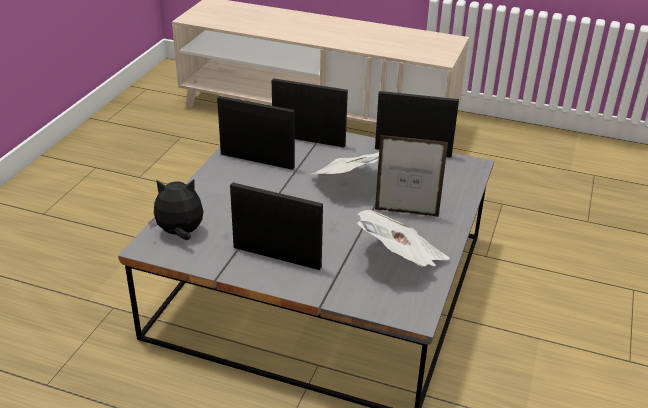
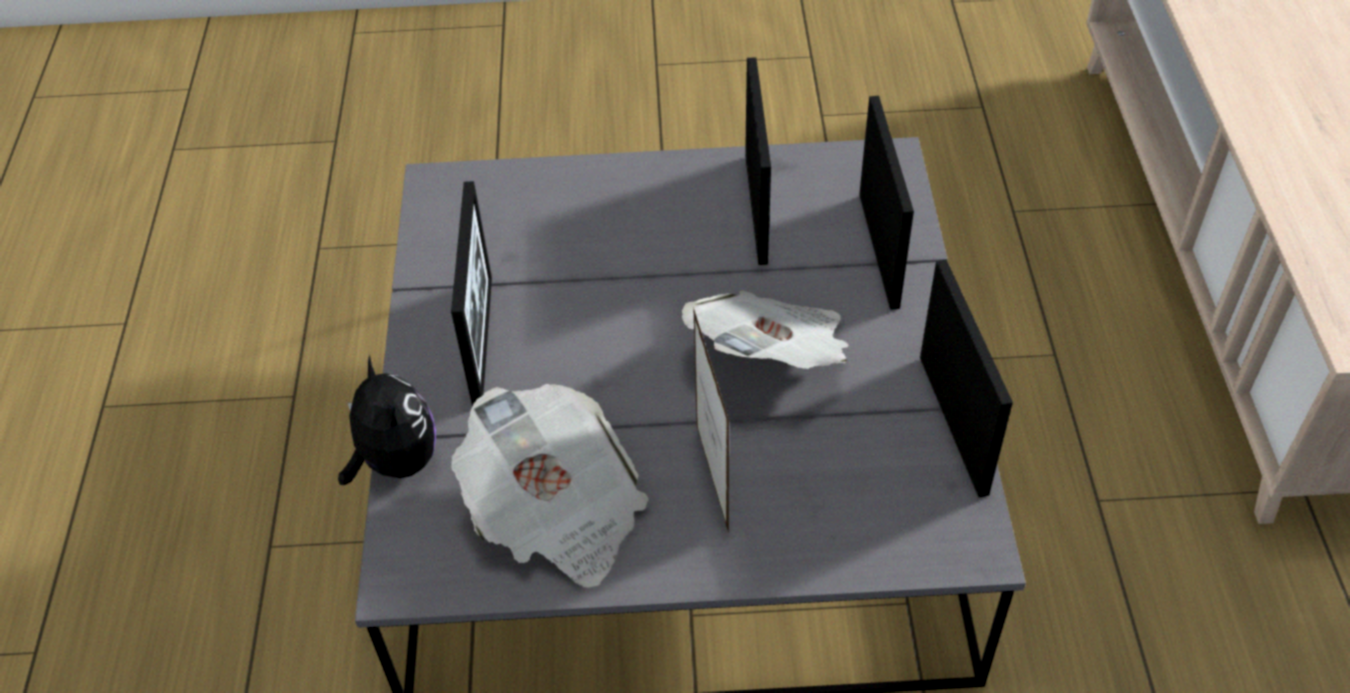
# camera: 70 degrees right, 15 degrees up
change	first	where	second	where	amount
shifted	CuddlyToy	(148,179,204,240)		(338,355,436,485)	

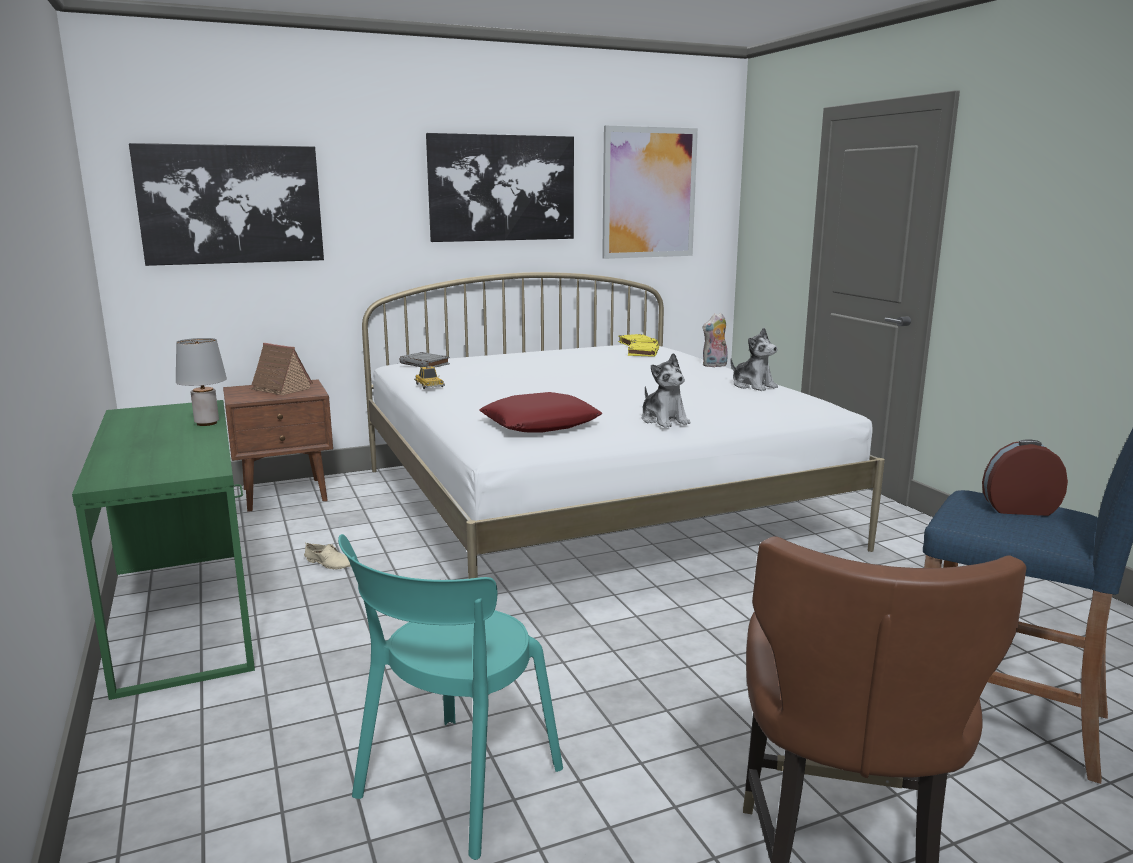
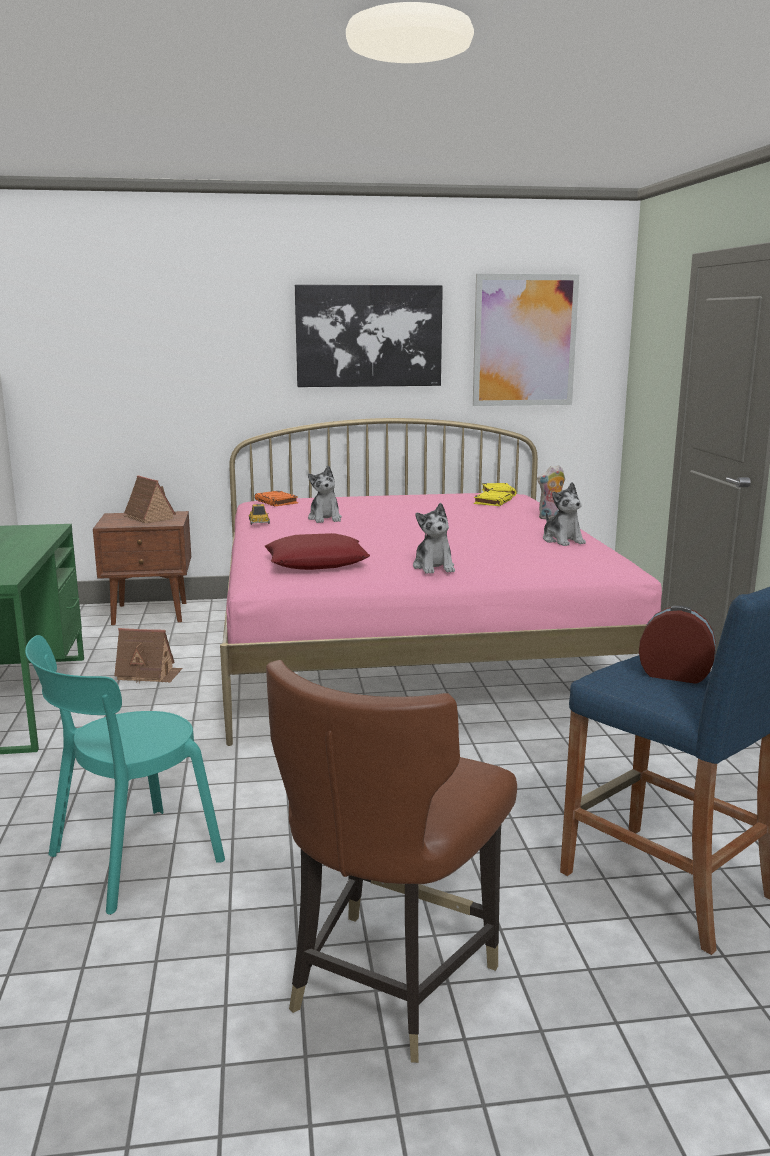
# camera: 15 degrees right, 0 degrees up
change	first	where	second	where	amount
gone	WallArt	(129,143,324,266)			
repainted	WhiteColouredSleepingBed	(362,272,885,579)	PinkishSleepingBed	(220,418,662,746)	
gone	GrayLampForATable	(176,338,227,426)			
repainted	GrayBoundBook	(400,352,450,368)	OrangeBoundBook	(254,491,298,506)	
swapped	BeigeColouredItemOfFootwear	(304,543,351,570)	ModelHouse	(114,628,182,682)	
new			CuddlyToy	(308,466,342,523)	

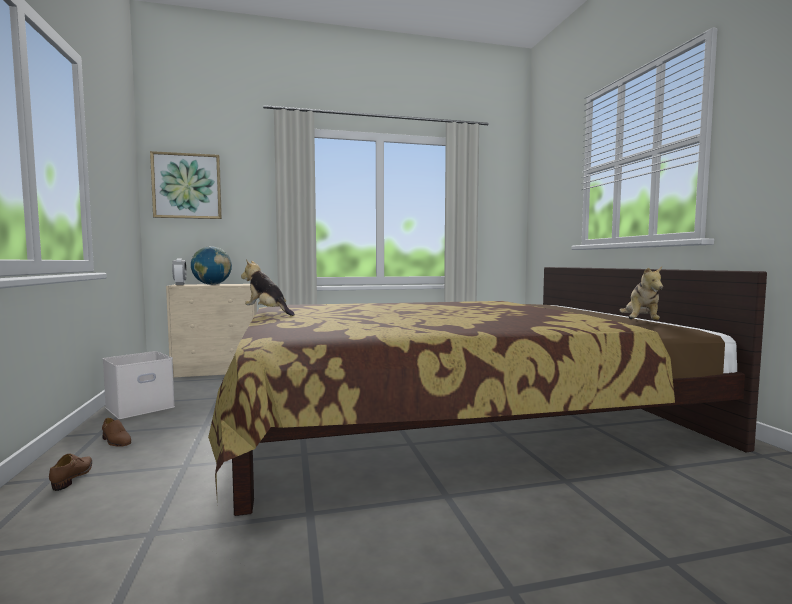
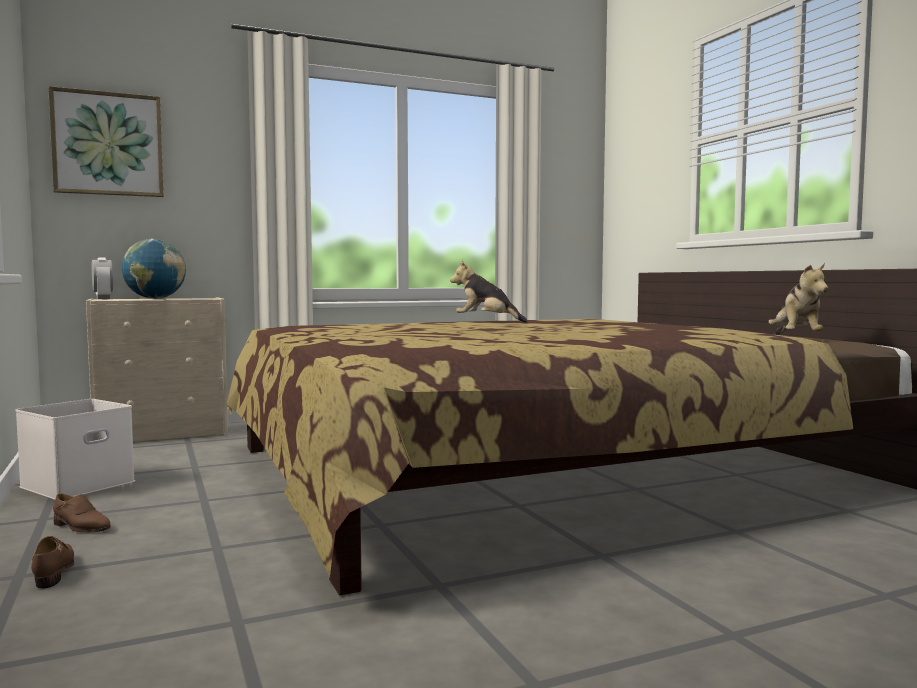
# camera: 10 degrees left, 0 degrees up
change	first	where	second	where	amount
shifted	CuddlyToy	(241,259,295,316)		(450,259,528,323)	

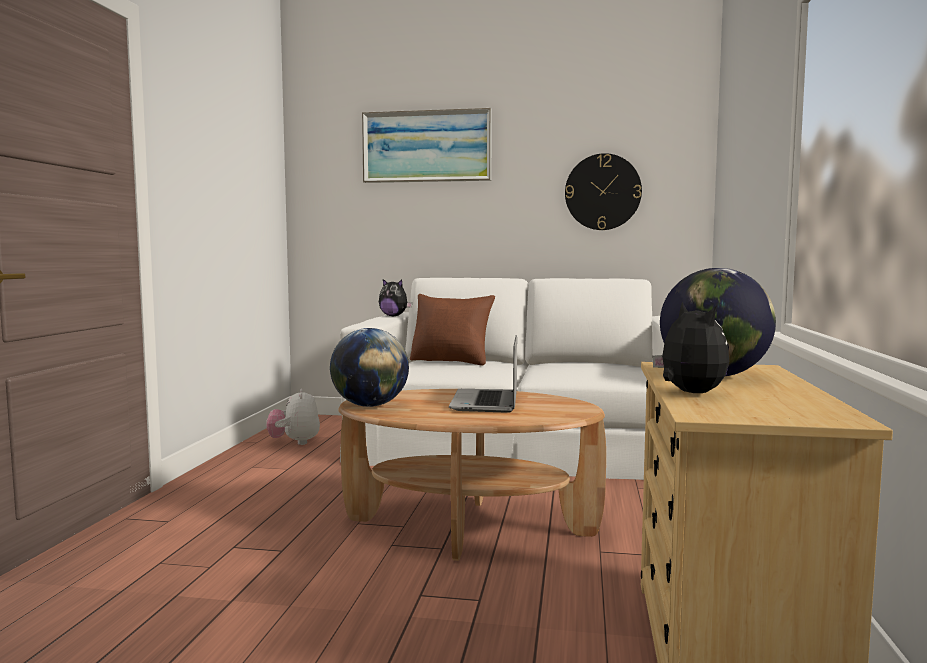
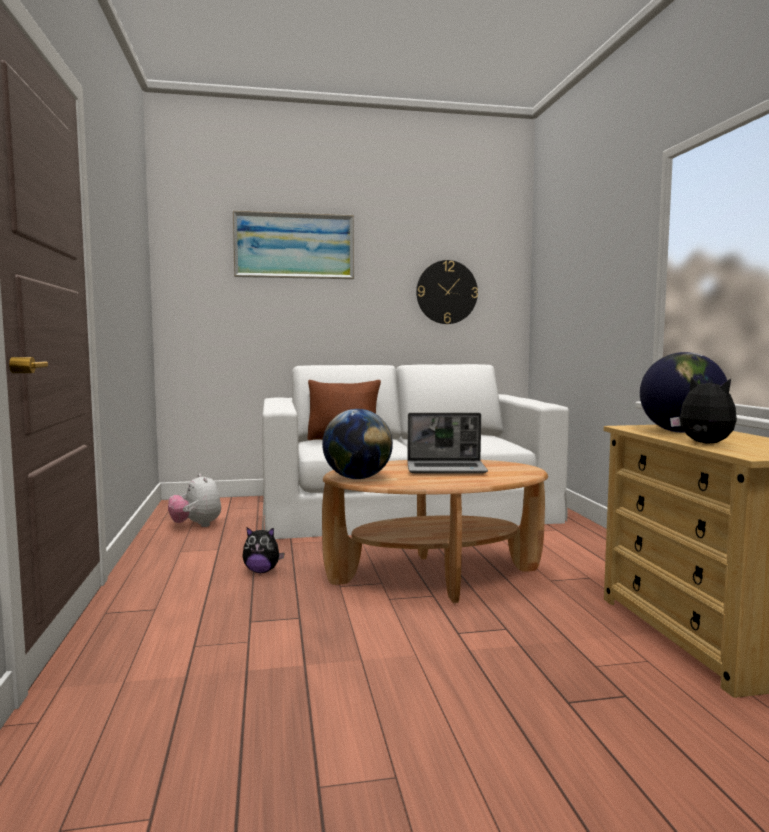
# camera: 20 degrees left, 0 degrees up
change	first	where	second	where	amount
shifted	CuddlyToy	(379,279,412,316)		(243,527,285,573)	
rotated	PortableComputer	(449,335,517,413)		(407,413,488,474)	75 degrees counterclockwise

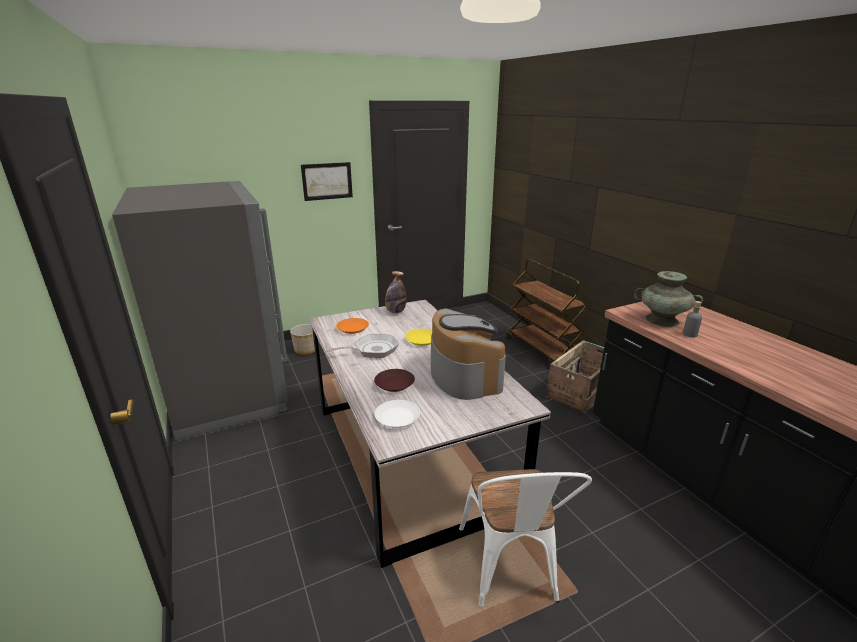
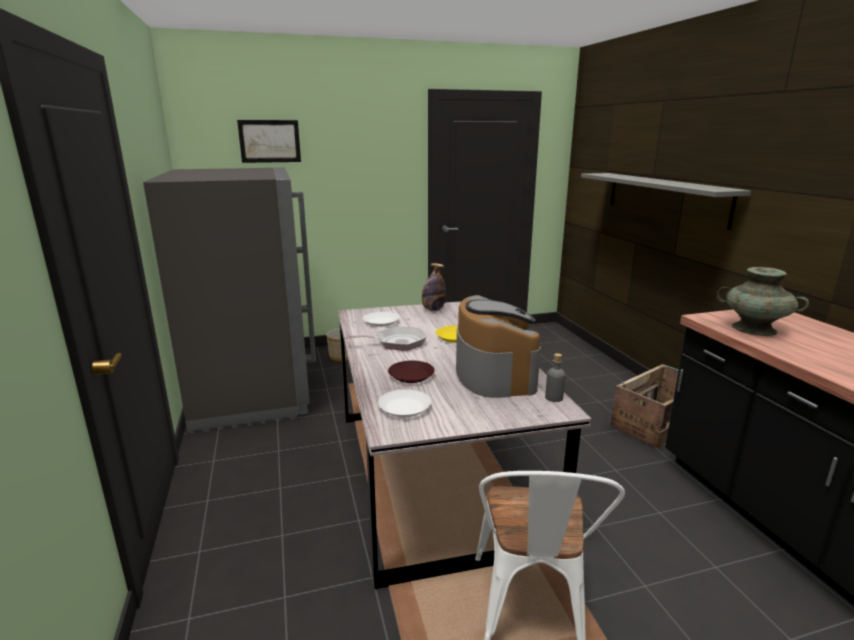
# camera: 10 degrees right, 5 degrees down
change	first	where	second	where	amount
shifted	WallArt	(301,162,353,201)		(237,120,301,163)	
gone	BrownColouredTrolley	(506,259,588,364)			
shifted	GrayDrinkBottle	(683,301,702,338)		(545,353,565,402)	
repainted	OrangeFlatDish	(336,318,369,334)	WhiteColouredFlatDish	(363,312,399,327)	
new			GrayBracketShelf	(581,173,751,230)	

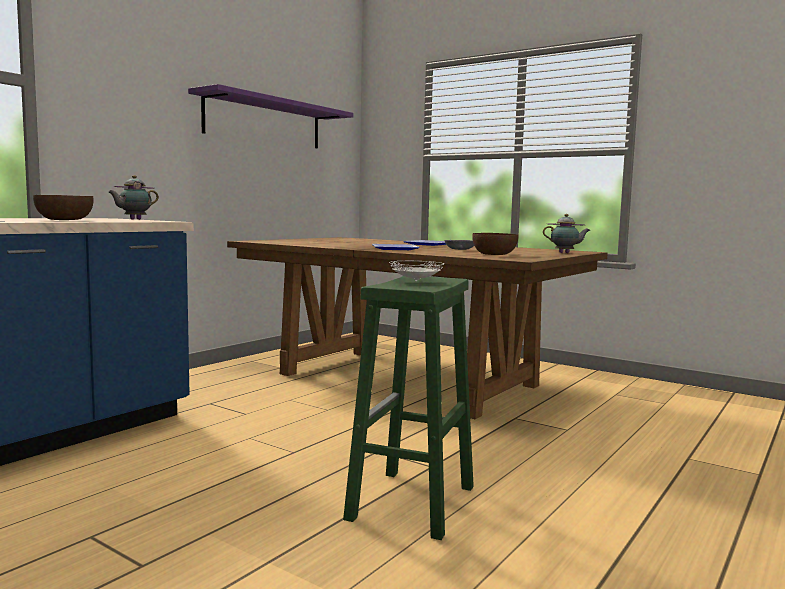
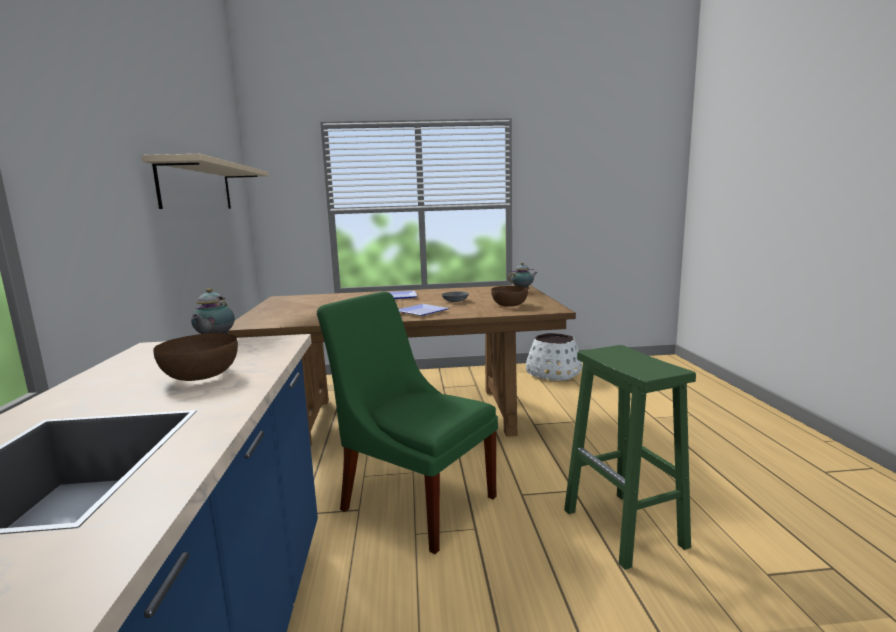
# camera: 40 degrees left, 5 degrees up
change	first	where	second	where	amount
repainted	PurpleColouredBracketShelf	(188,84,354,148)	BeigeColouredBracketShelf	(142,154,269,209)	
gone	WhiteColouredFlatDish	(389,261,444,281)			
new			GreenColouredPlainChair	(317,291,498,554)	
new			WhiteColouredFlowerPot	(526,333,582,381)	

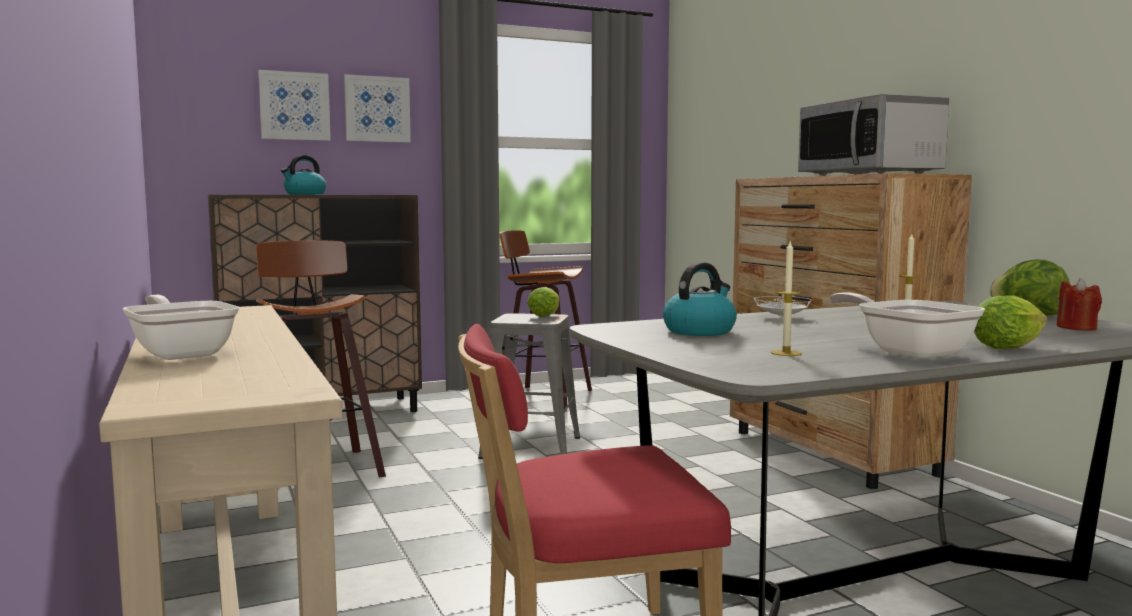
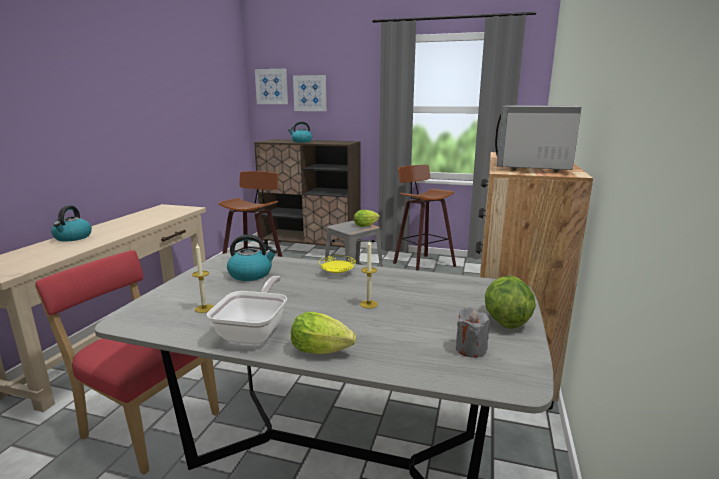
# camera: 40 degrees right, 10 degrees up
change	first	where	second	where	amount
shifted	WallArt	(344,74,411,143)		(255,69,288,104)	
repainted	RedWaxCandle	(1056,278,1102,331)	GrayWaxCandle	(456,307,490,358)	
swapped	Pan	(123,295,239,360)	TeaKettle	(51,206,92,241)	
repainted	WhiteColouredFlatDish	(754,296,812,318)	YellowishFlatDish	(319,255,356,273)	

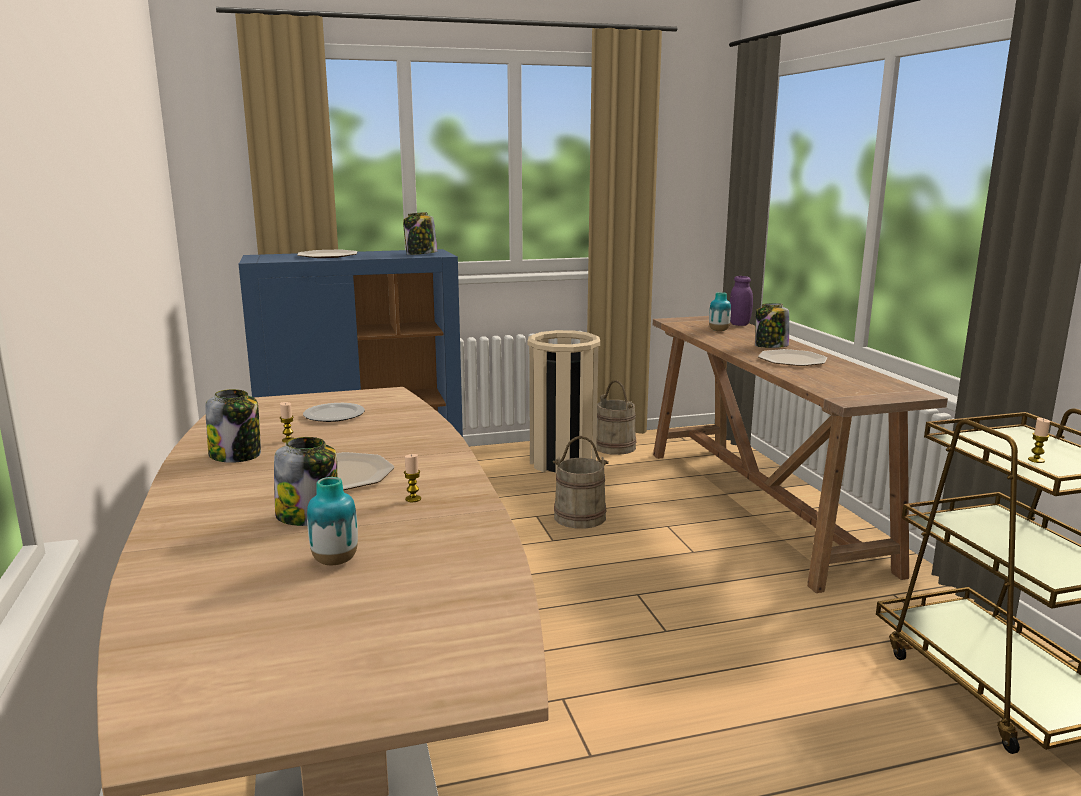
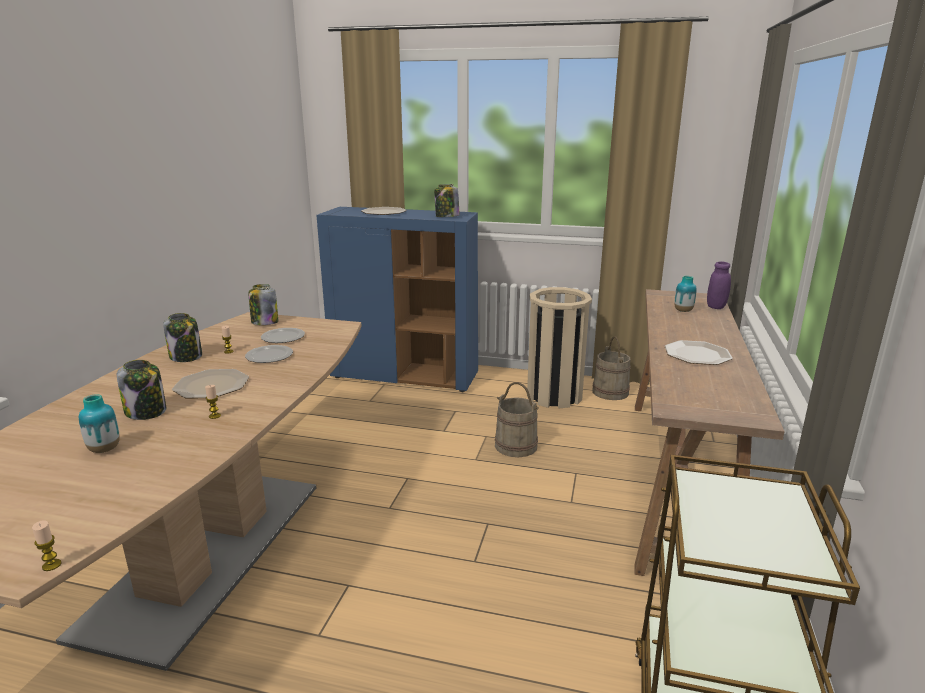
# camera: 30 degrees right, 5 degrees up
change	first	where	second	where	amount
shifted	PreserveJar	(755,303,789,348)		(248,284,278,325)	
shifted	WaxCandle	(1028,418,1050,463)		(32,520,61,571)	
new			FlatDish	(245,345,293,363)	

